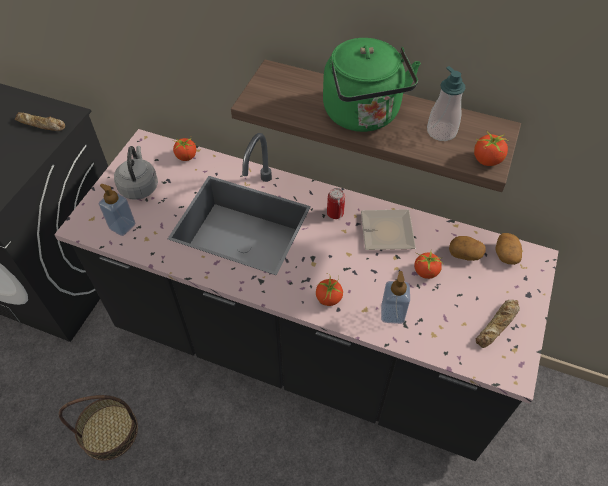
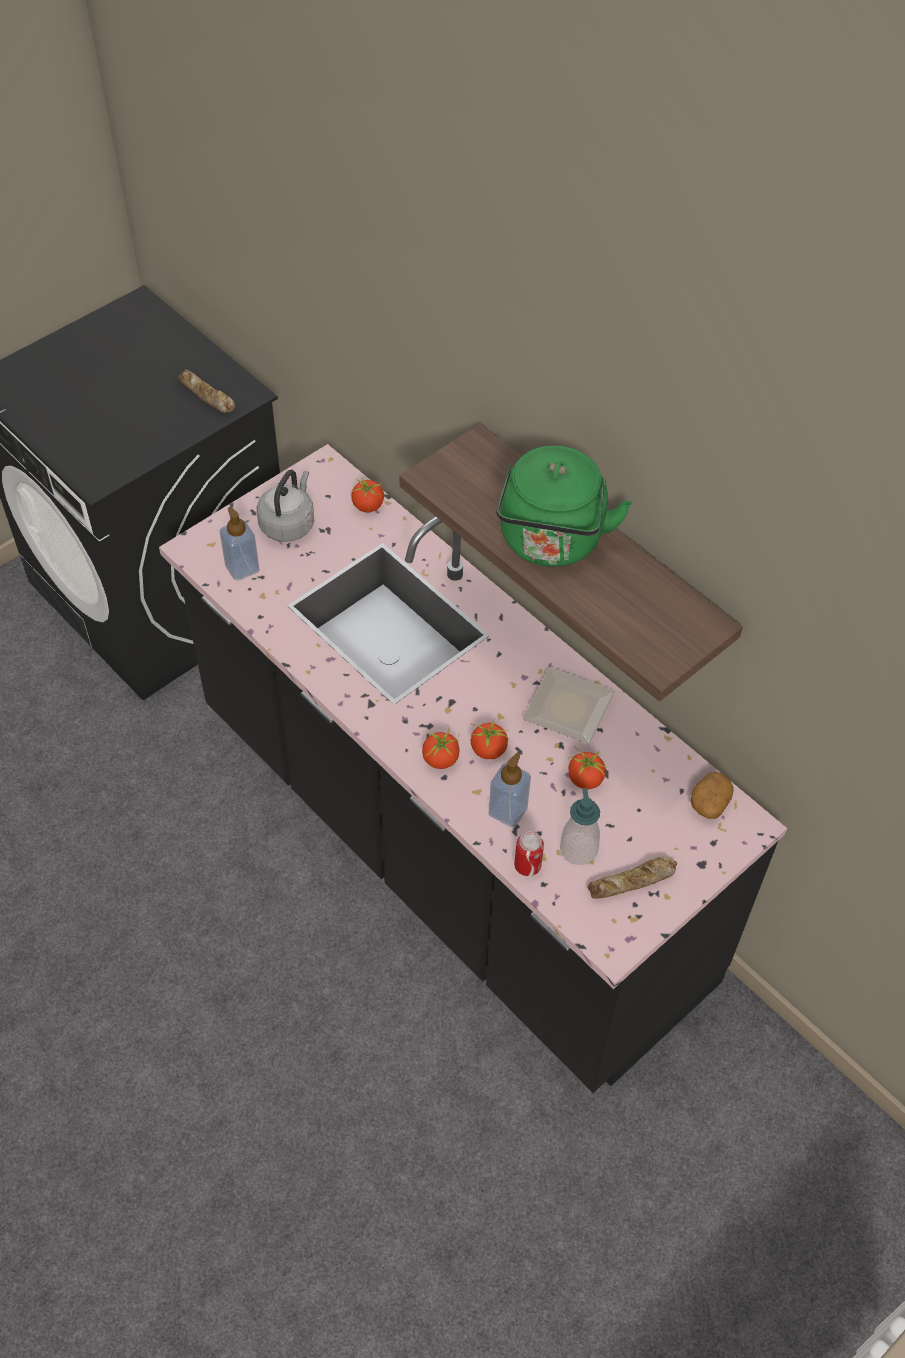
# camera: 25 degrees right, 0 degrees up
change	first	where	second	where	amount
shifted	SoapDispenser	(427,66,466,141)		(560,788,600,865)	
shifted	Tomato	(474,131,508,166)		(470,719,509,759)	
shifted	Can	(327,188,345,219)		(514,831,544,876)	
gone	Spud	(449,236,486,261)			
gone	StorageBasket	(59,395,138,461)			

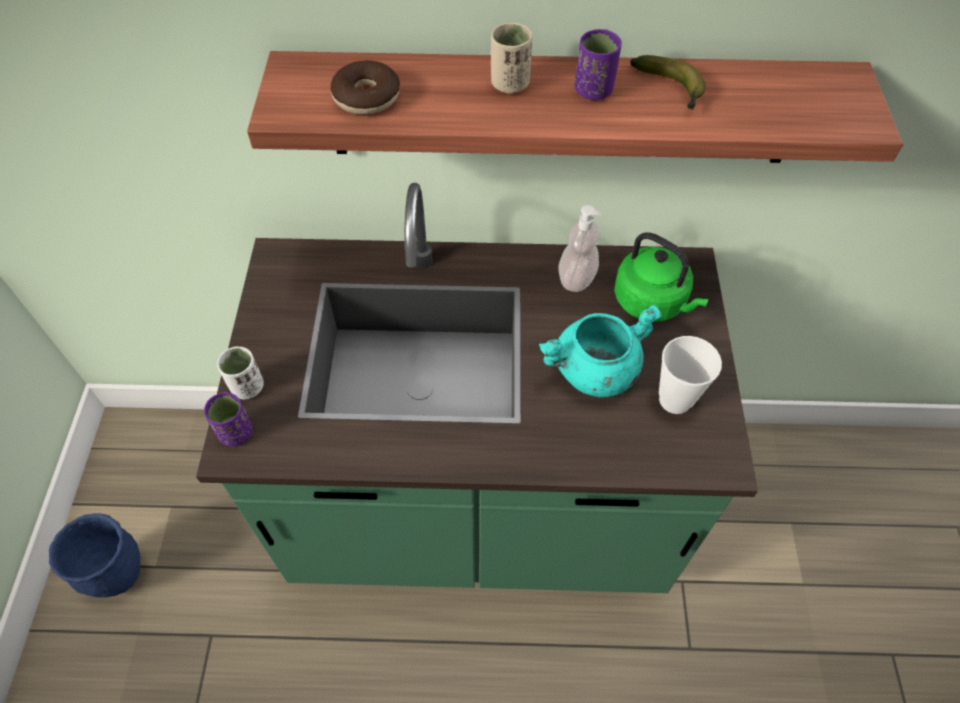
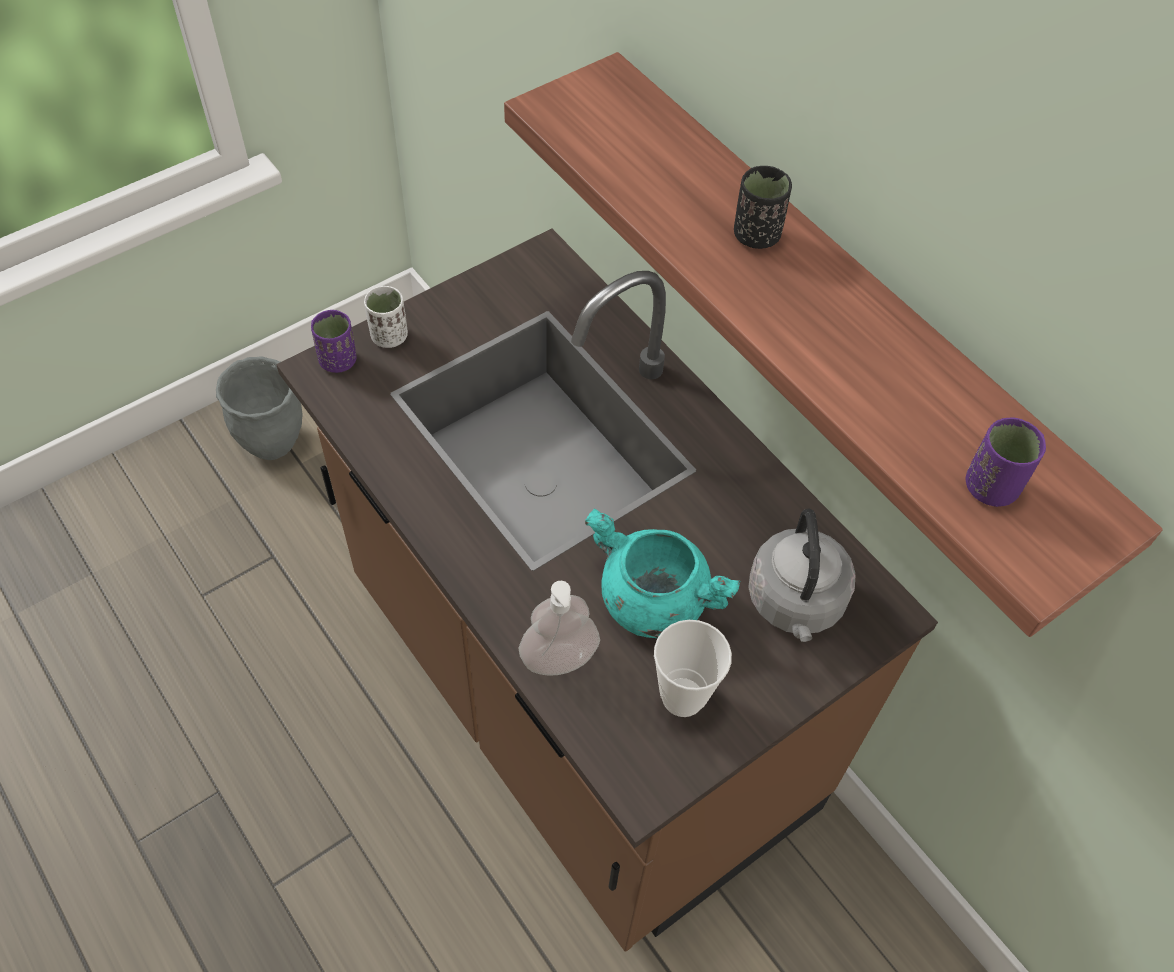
# camera: 50 degrees right, 0 degrees up
change	first	where	second	where	amount
repainted	BeigeColouredCup	(491,23,532,93)	BlackCup	(734,166,792,249)	
shifted	PurpleColouredCup	(575,29,622,100)		(965,417,1046,507)	
gone	BananaFruit	(630,55,706,110)			
gone	RingDoughnut	(330,60,400,115)			
repainted	GreenColouredKitchenBaseUnit	(196,183,758,593)	BrownColouredKitchenBaseUnit	(276,229,938,952)	
shifted	SoapDispenser	(559,205,601,292)		(519,581,600,676)	
repainted	GreenColouredTeaKettle	(614,232,709,322)	GrayTeaKettle	(748,509,855,642)	
repainted	BlueFlowerPot	(49,513,141,598)	GrayFlowerPot	(216,356,303,460)	

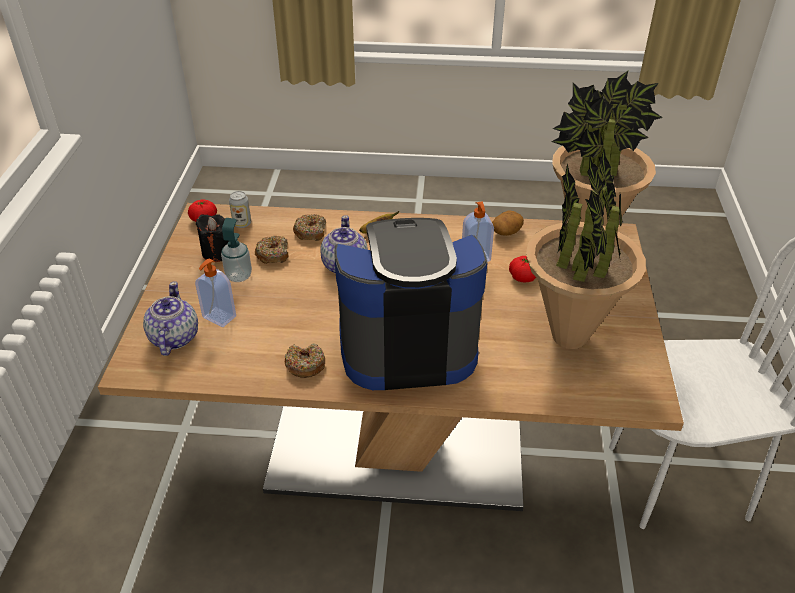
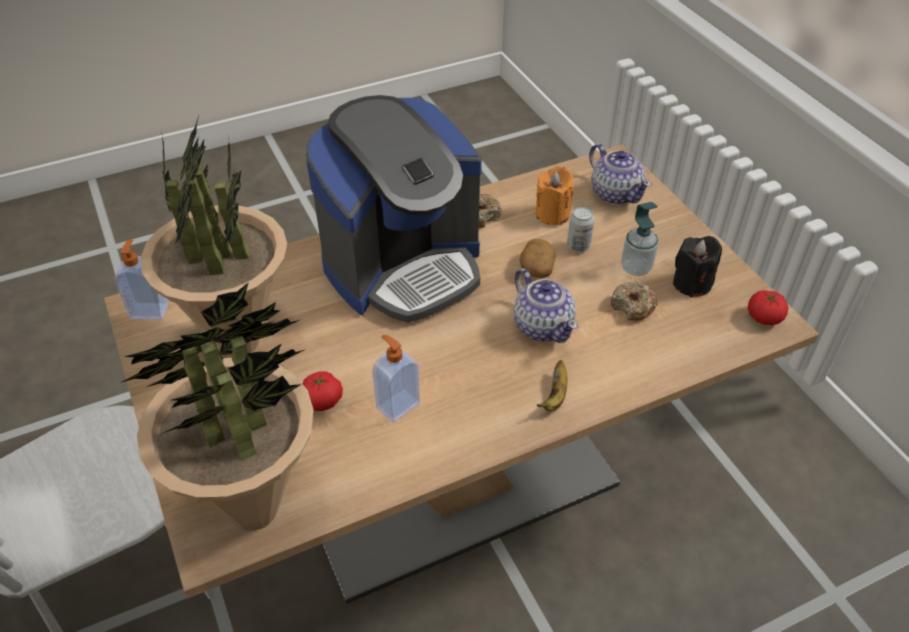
# camera: 150 degrees right, 5 degrees up
change	first	where	second	where	amount
shifted	Can	(229,191,251,228)		(567,207,594,253)	
shifted	Spud	(492,210,524,236)		(520,239,556,278)	
gone	RingDoughnut	(293,214,326,241)			
shifted	SoapDispenser	(195,259,236,327)		(115,239,169,320)	
new			OrangeWaxCandle	(535,166,574,225)	

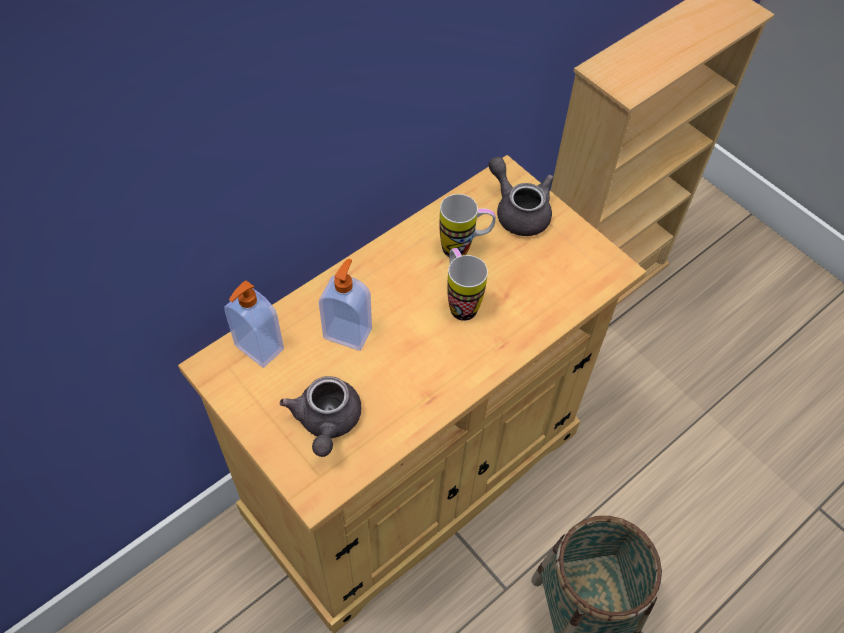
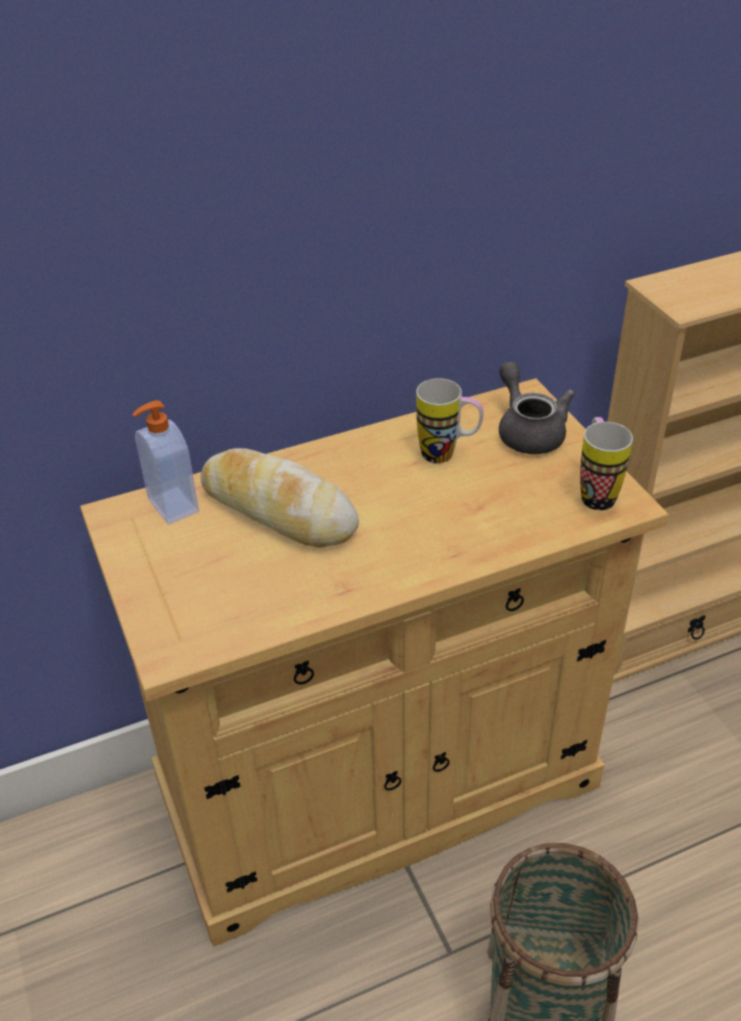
# camera: 20 degrees right, 15 degrees down
change	first	where	second	where	amount
shifted	CoffeeMug	(447,248,488,321)		(580,417,633,510)	
swapped	SoapDispenser	(319,259,372,351)	Bread	(201,448,359,547)	
gone	GrayPotForTea	(280,376,361,457)			

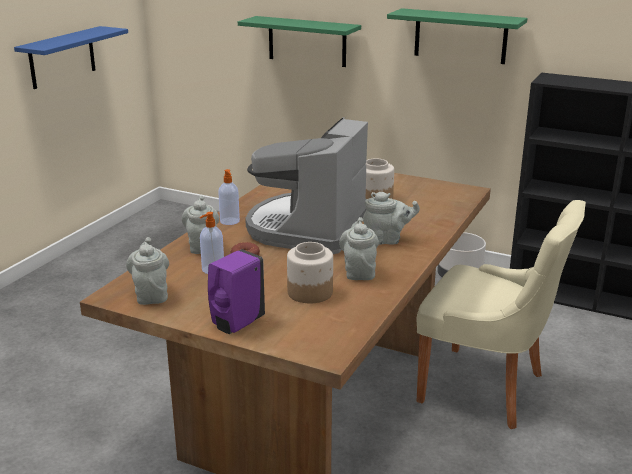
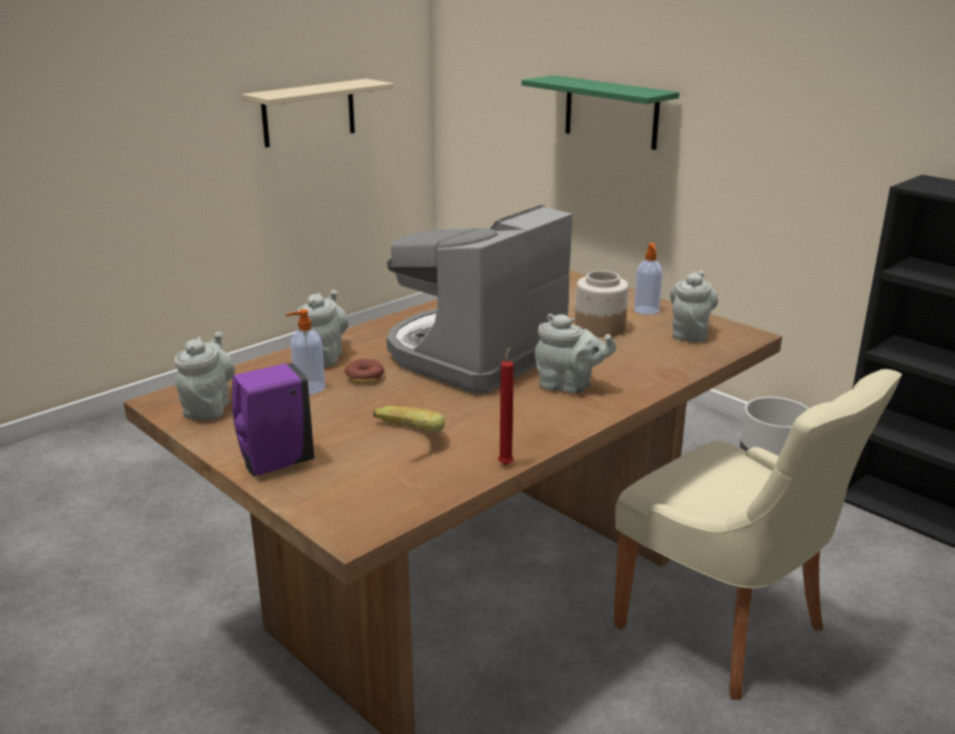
# camera: 20 degrees right, 0 degrees up
change	first	where	second	where	amount
gone	GreenColouredBracketShelf	(387,8,527,64)			
repainted	BlueBracketShelf	(14,26,128,89)	BeigeColouredBracketShelf	(242,79,394,148)	
shifted	SoapDispenser	(218,169,240,225)		(634,243,662,315)	
shifted	GrayPotForTea	(339,217,379,280)		(670,270,718,342)	
swapped	PreserveJar	(287,242,333,303)	BananaFruit	(373,406,445,432)	
new			RedWaxCandle	(498,346,514,465)	

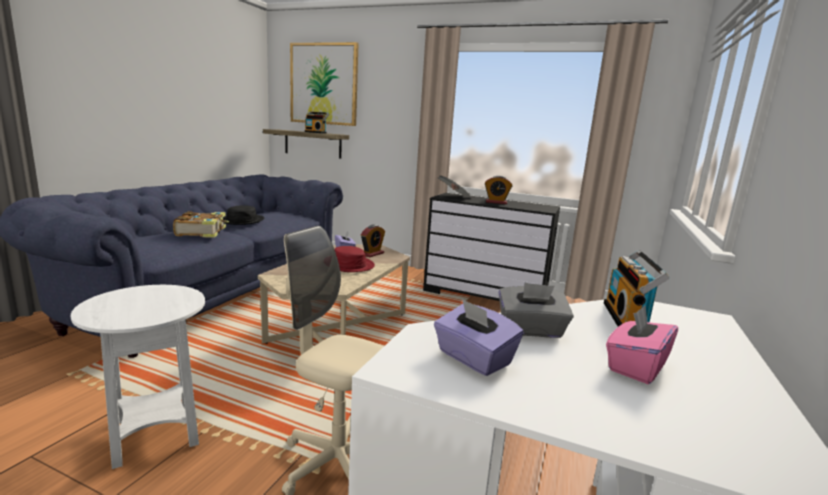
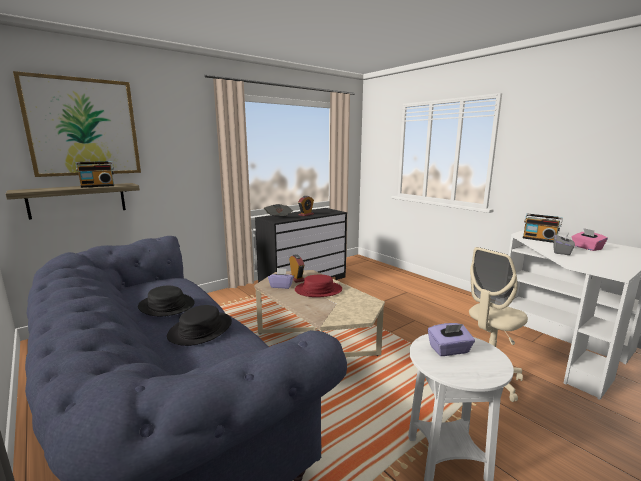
# camera: 60 degrees left, 0 degrees up
change	first	where	second	where	amount
swapped	BoundBook	(173,211,229,238)	BlackWearableHat	(167,305,232,346)	
shifted	PurpleColouredTissueBox	(434,299,523,376)		(428,323,475,356)	

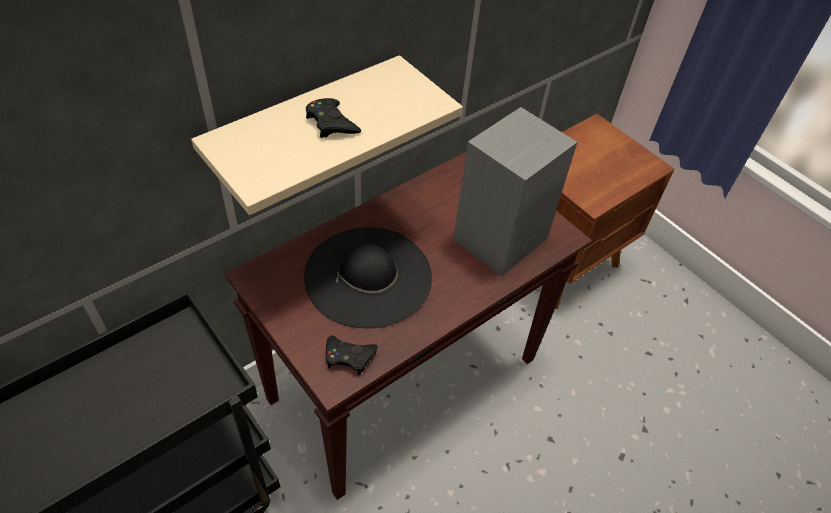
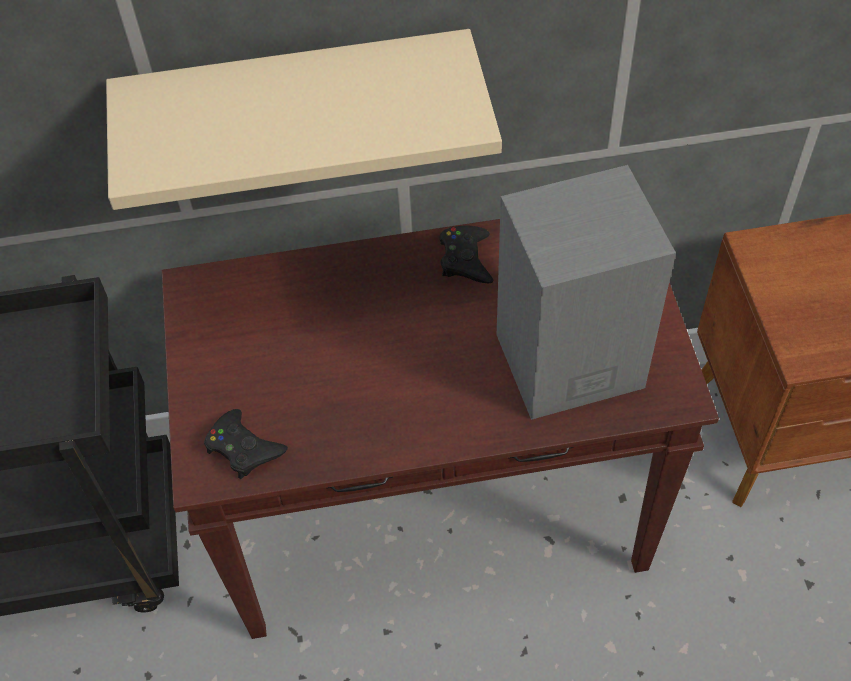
# camera: 35 degrees right, 5 degrees up
change	first	where	second	where	amount
shifted	BlackGameController	(306,98,361,138)		(440,226,493,284)	
gone	BlackWearableHat	(304,227,432,328)			

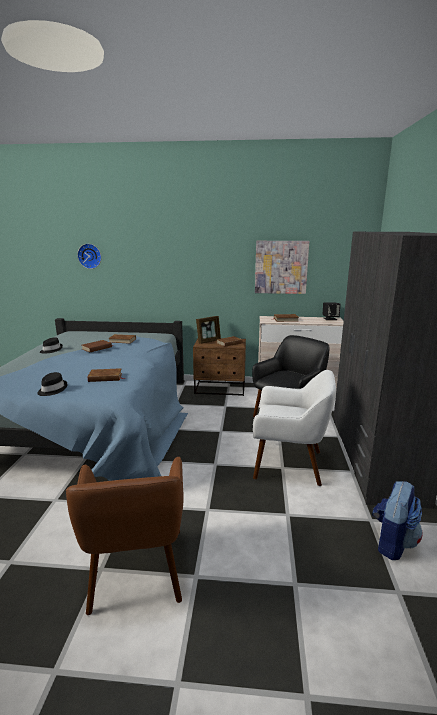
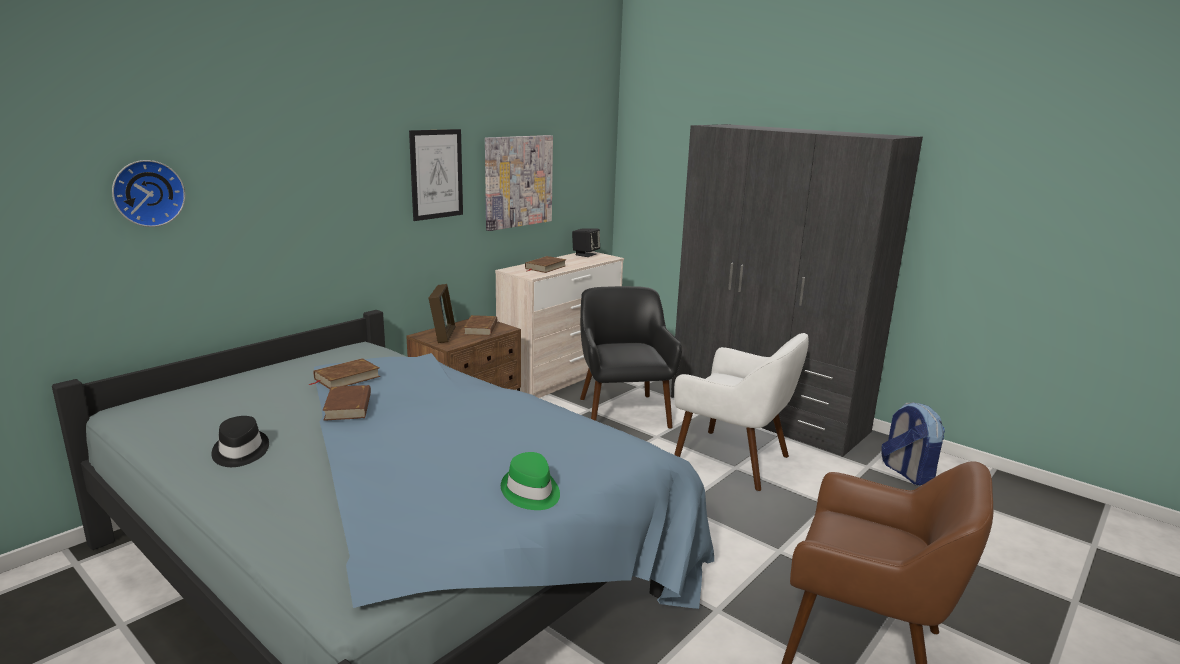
# camera: 55 degrees left, 0 degrees up
change	first	where	second	where	amount
gone	BrownColouredBoundBook	(88,368,126,382)			
rotated	WhiteColouredArmchair	(253,370,336,486)		(674,333,809,491)	75 degrees clockwise
repainted	BlackWearableHat	(37,372,67,396)	GreenColouredWearableHat	(501,452,560,510)	
new			WallArt	(409,129,463,221)	

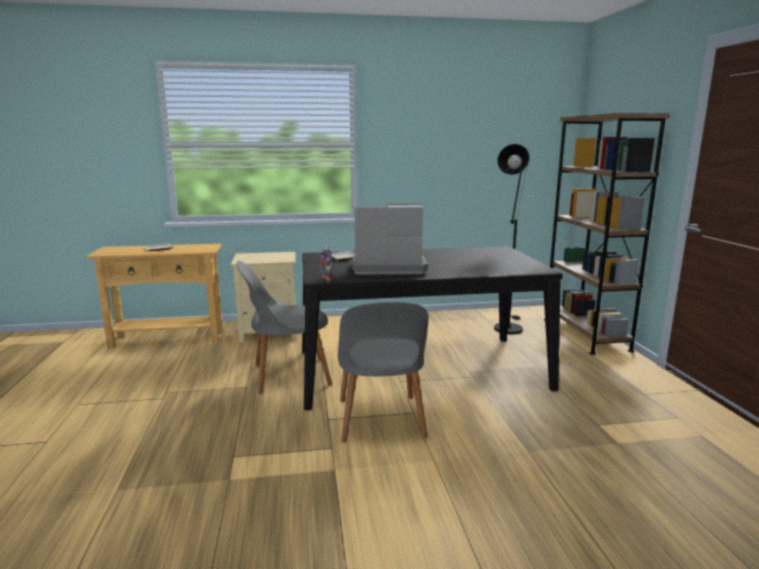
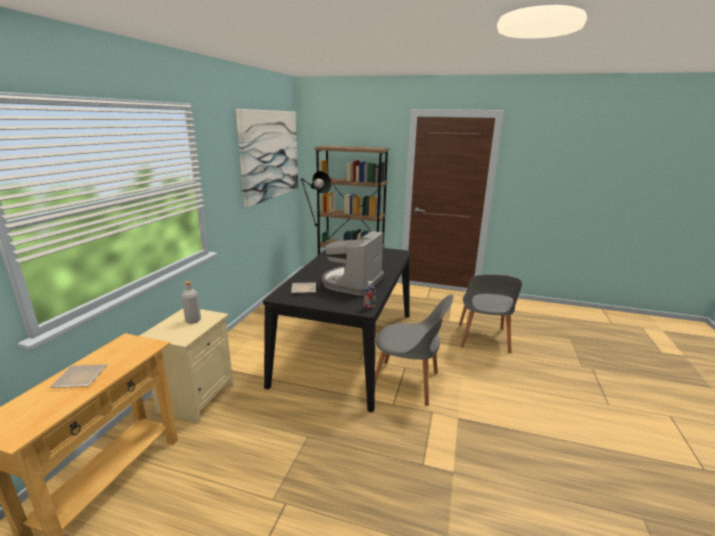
# camera: 65 degrees left, 5 degrees up
change	first	where	second	where	amount
shifted	GrayPlainChair	(237,261,332,394)		(459,274,522,353)	
new			WallArt	(236,109,298,208)	
new			GrayDrinkBottle	(182,281,201,324)	

